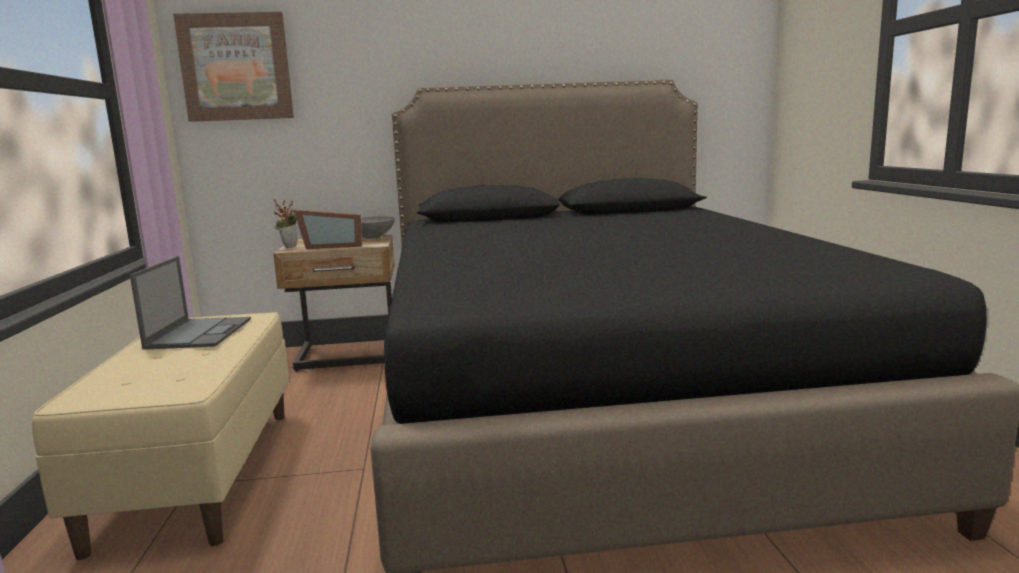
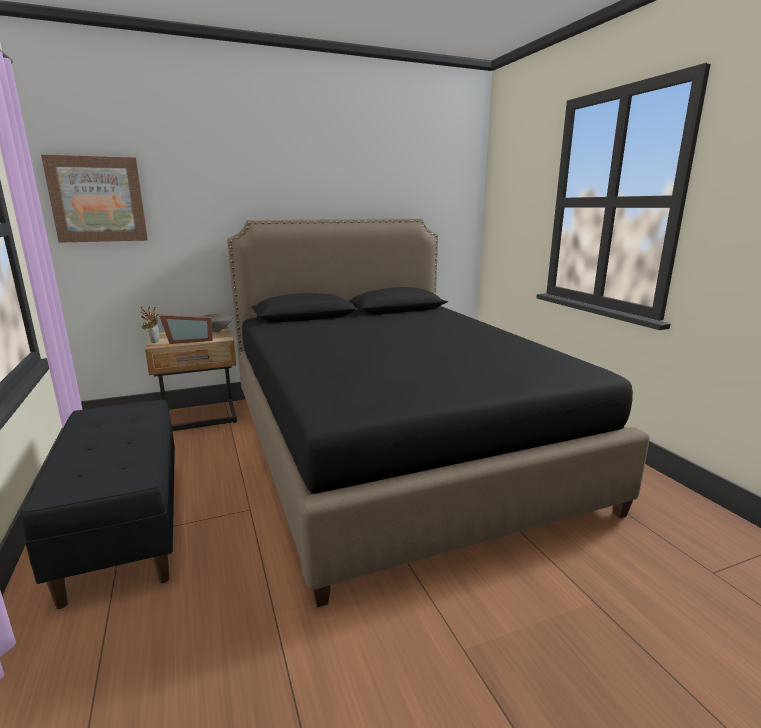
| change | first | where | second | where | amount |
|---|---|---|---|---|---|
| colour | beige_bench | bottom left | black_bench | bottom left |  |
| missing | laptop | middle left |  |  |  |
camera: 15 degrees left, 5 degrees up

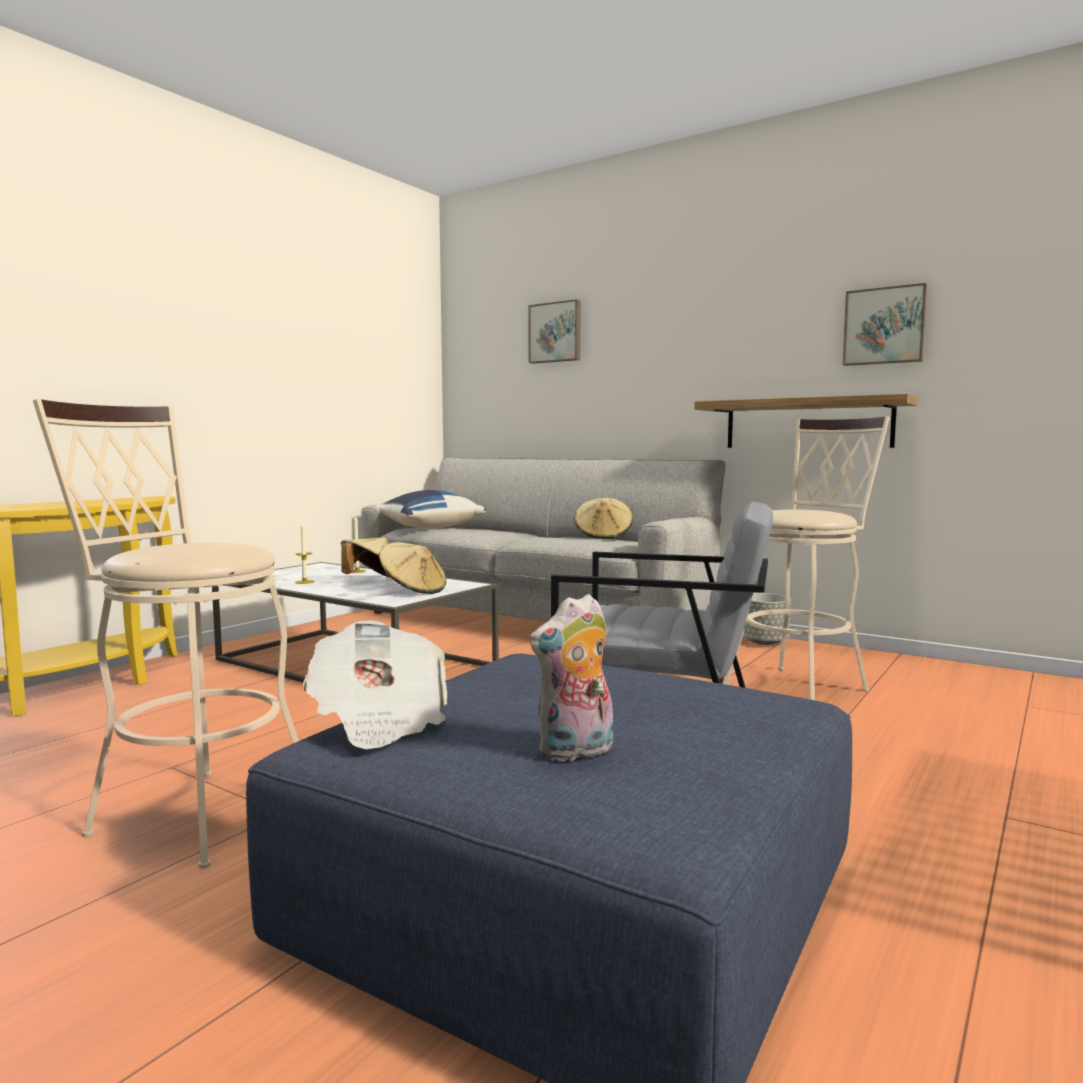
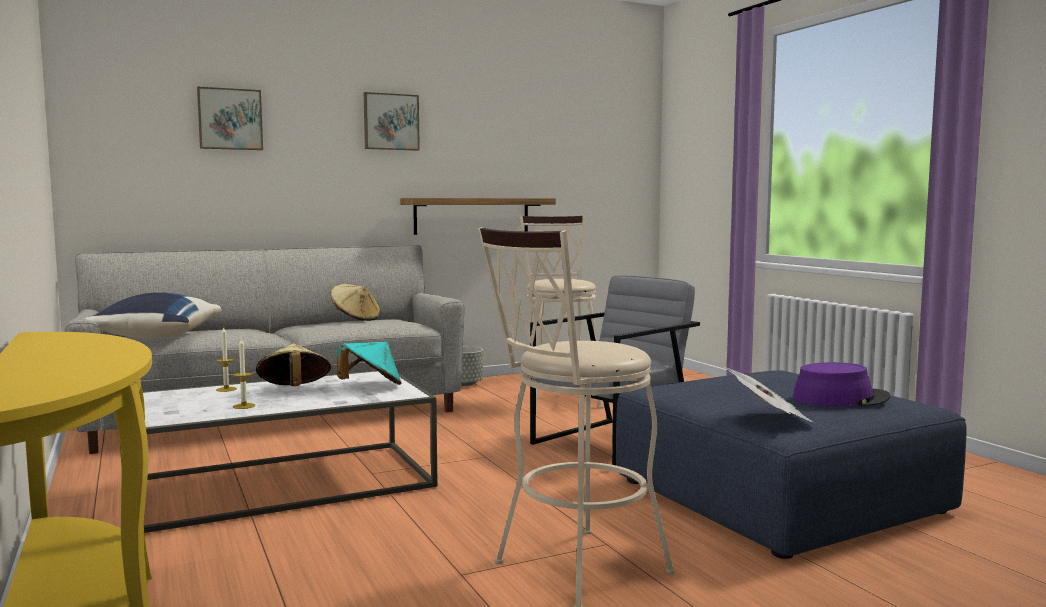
| change | first | where | second | where | amount |
|---|---|---|---|---|---|
| colour | beige_hat (no. 2 from left) | centre | turquoise_hat | centre |  |
| exchanged | plush_toy | centre | purple_hat | middle right |  |
| relocated | picture (no. 2 from left) | top right |  | top centre |  |
camera: 60 degrees left, 0 degrees up

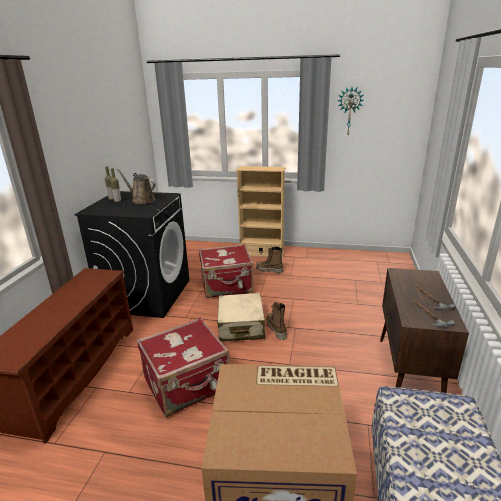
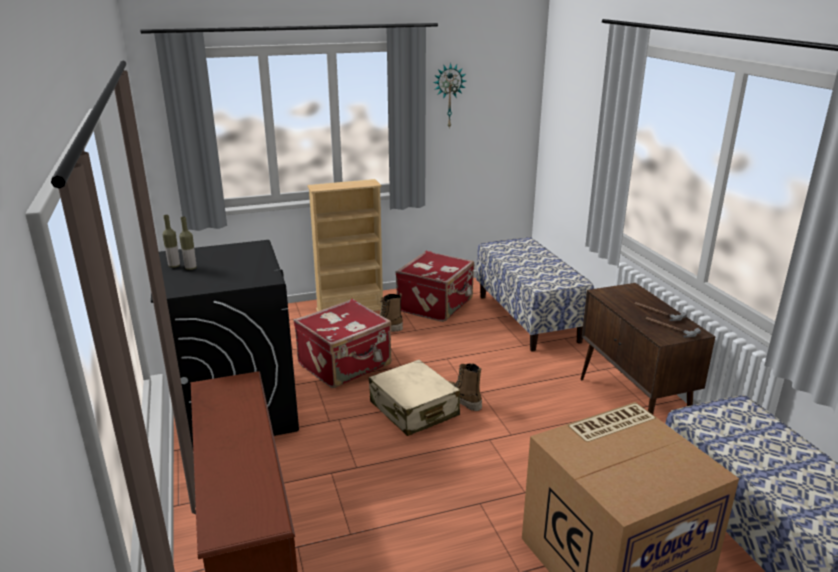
| change | first | where | second | where | amount |
|---|---|---|---|---|---|
| missing | brown_watering_can | middle left |  |  |  |
| relocated | red_suitcase (no. 1 from left in the first image) | bottom centre | red_suitcase (no. 2 from left) | centre |  |
| appeared |  |  | bench (no. 1 from left) | centre |  |
camera: 30 degrees left, 0 degrees up

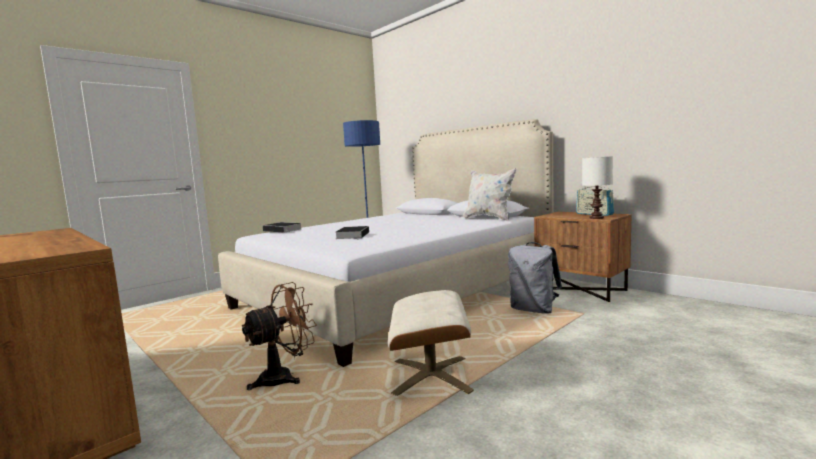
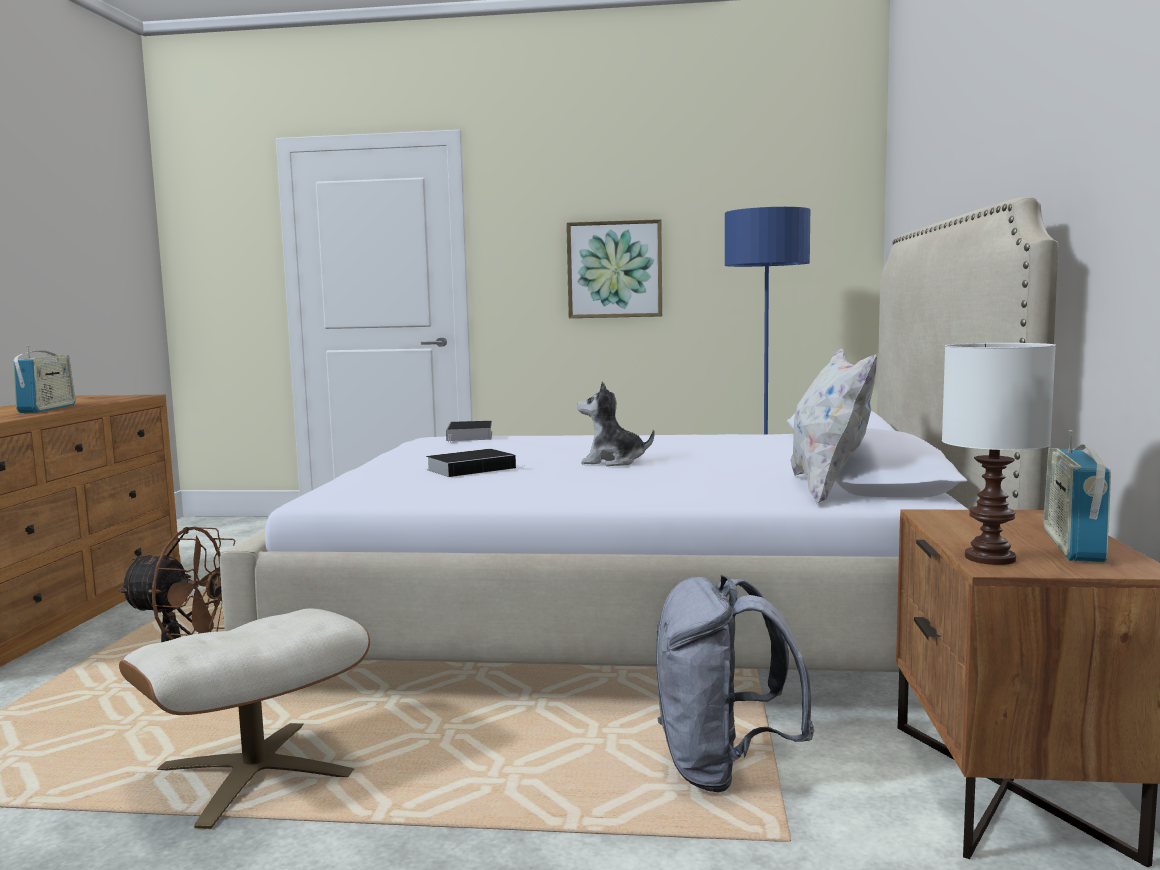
| change | first | where | second | where | amount |
|---|---|---|---|---|---|
| appeared |  |  | radio (no. 1 from left) | middle left |  |
| appeared |  |  | picture | top centre |  |
| appeared |  |  | plush_toy | centre |  |
camera: 50 degrees right, 0 degrees up

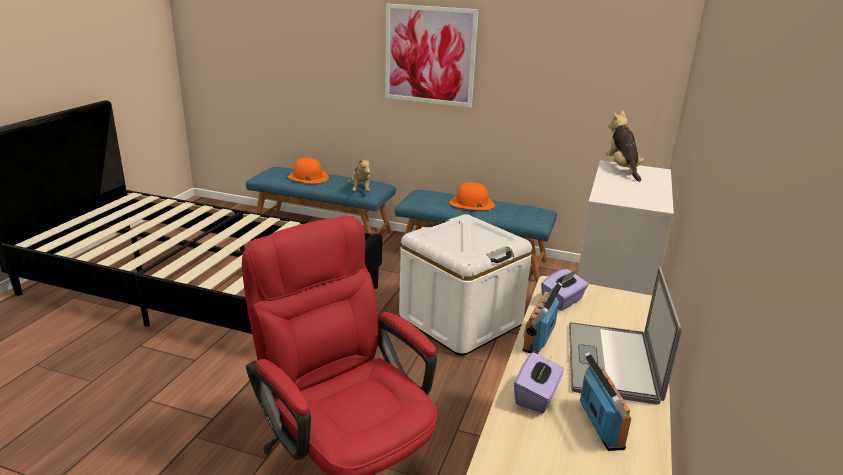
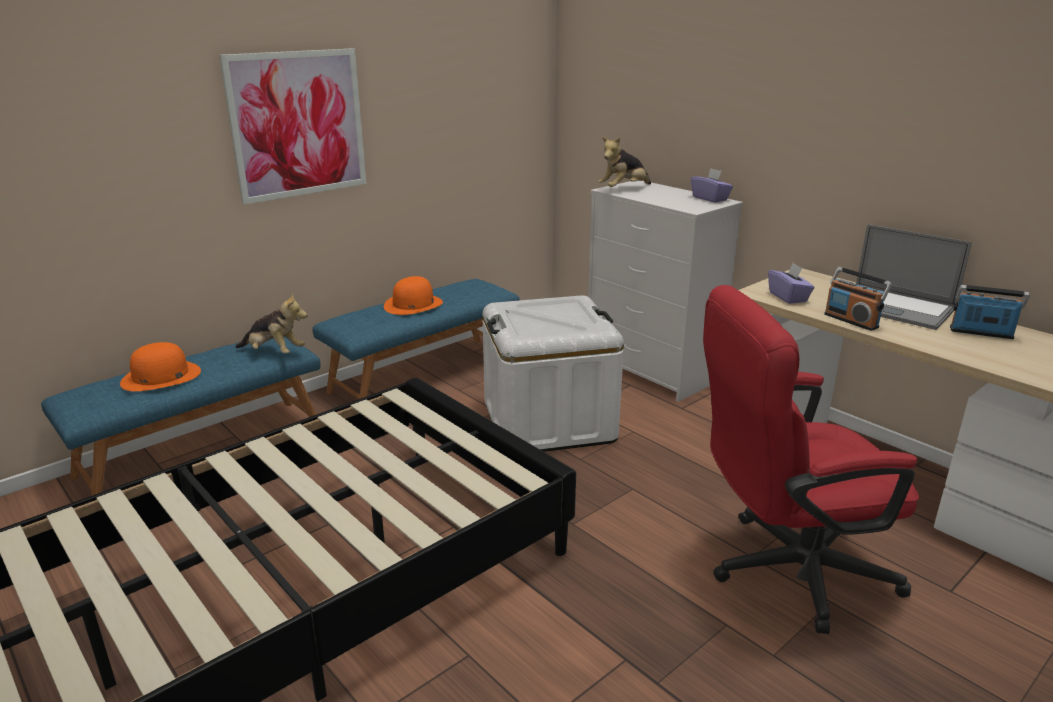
| change | first | where | second | where | amount |
|---|---|---|---|---|---|
| relocated | purple_tissue_box (no. 1 from left) | bottom centre |  | top right |  |
| spun | plush_toy (no. 2 from left) | top right |  | top centre | 60 degrees counterclockwise |
camera: 60 degrees left, 0 degrees up

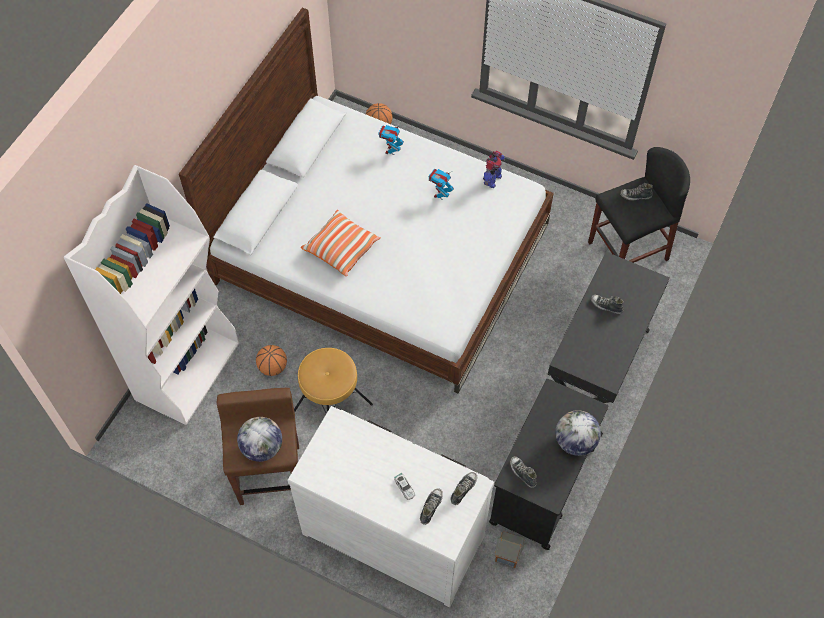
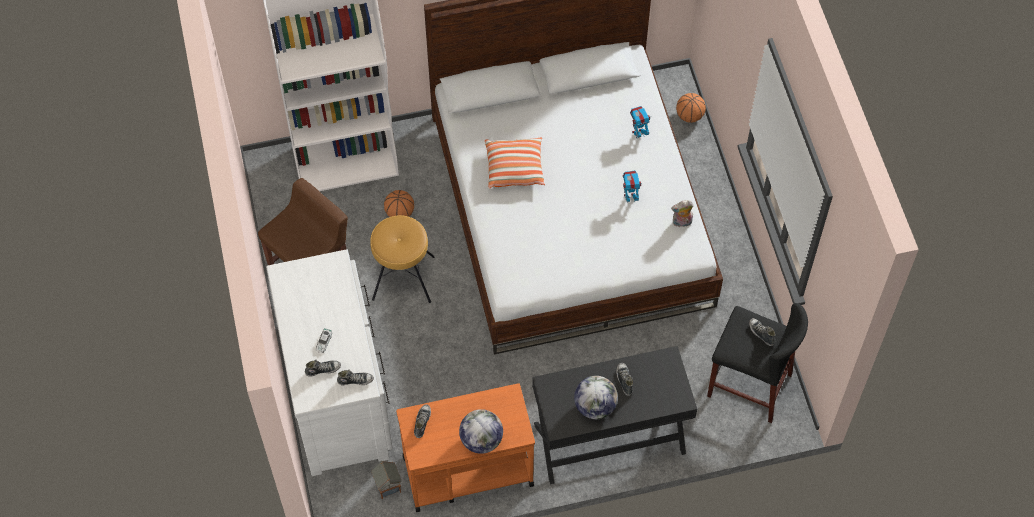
| change | first | where | second | where | amount |
|---|---|---|---|---|---|
| relocated | globe (no. 1 from left in the first image) | bottom left | globe (no. 2 from left) | bottom centre |  |
| exchanged | toy_robot (no. 3 from left) | top centre | plush_toy | centre |  |
| colour | black_cart | bottom centre | orange_cart | bottom centre |  |
camera: 50 degrees right, 0 degrees up

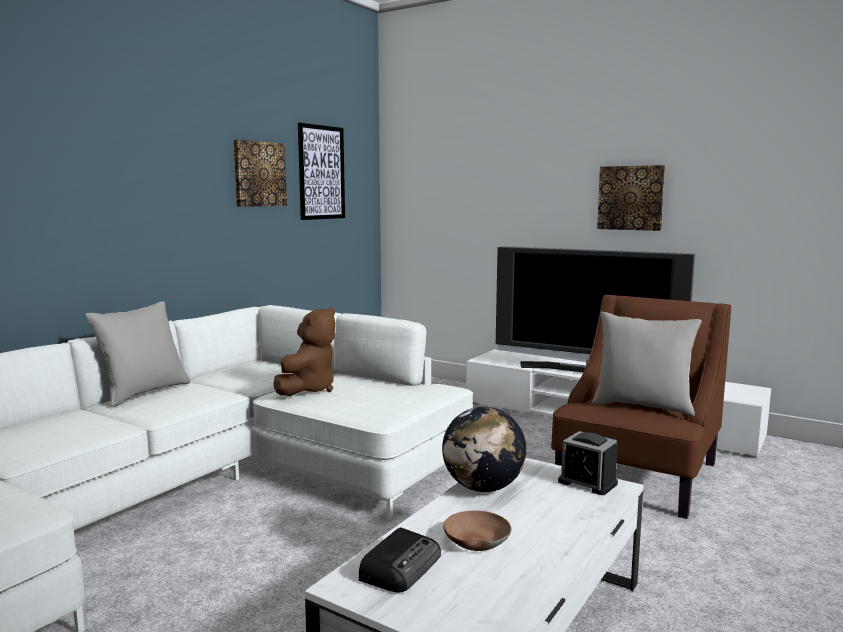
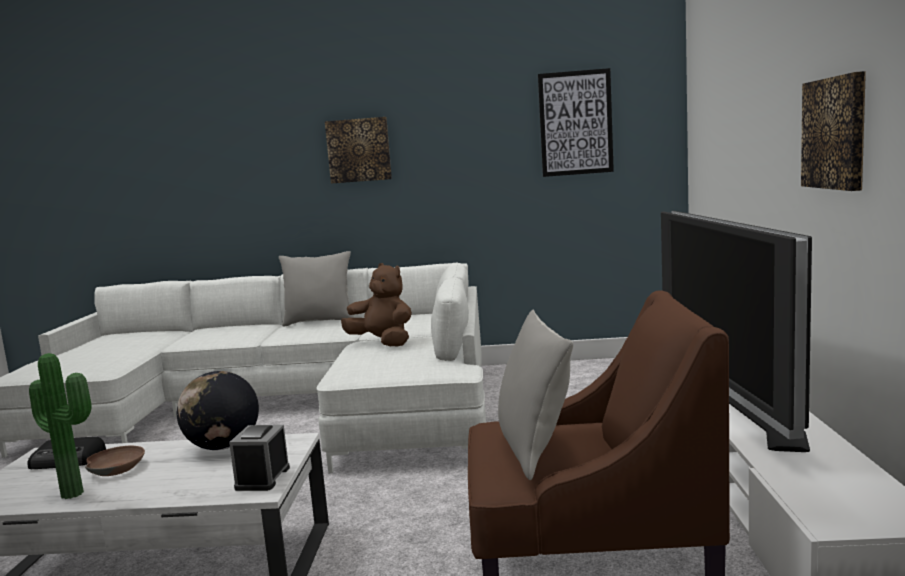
| change | first | where | second | where | amount |
|---|---|---|---|---|---|
| relocated | picture (no. 1 from left) | top left |  | top centre |  |
| spun | brown_plush_toy | centre |  | centre | 135 degrees counterclockwise |
| appeared |  |  | potted_plant | bottom left |  |
camera: 60 degrees right, 0 degrees up

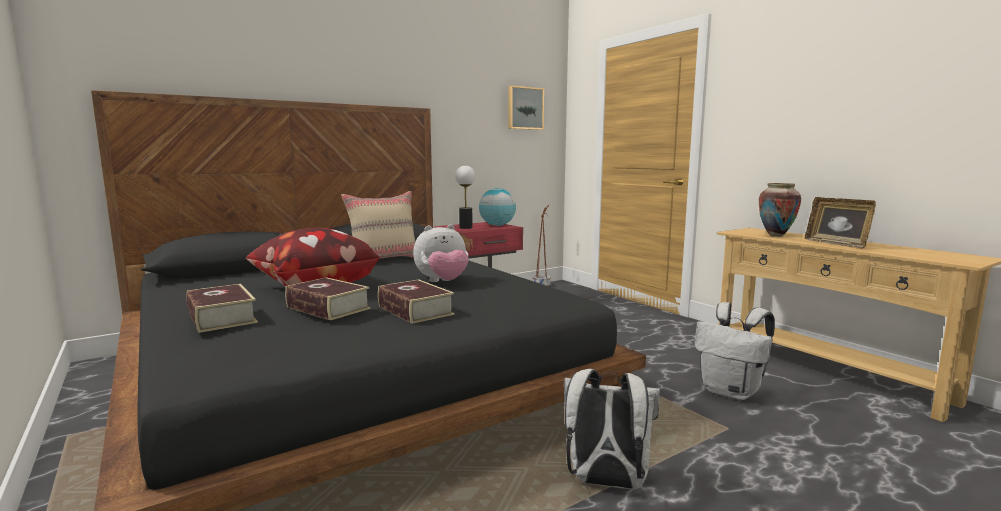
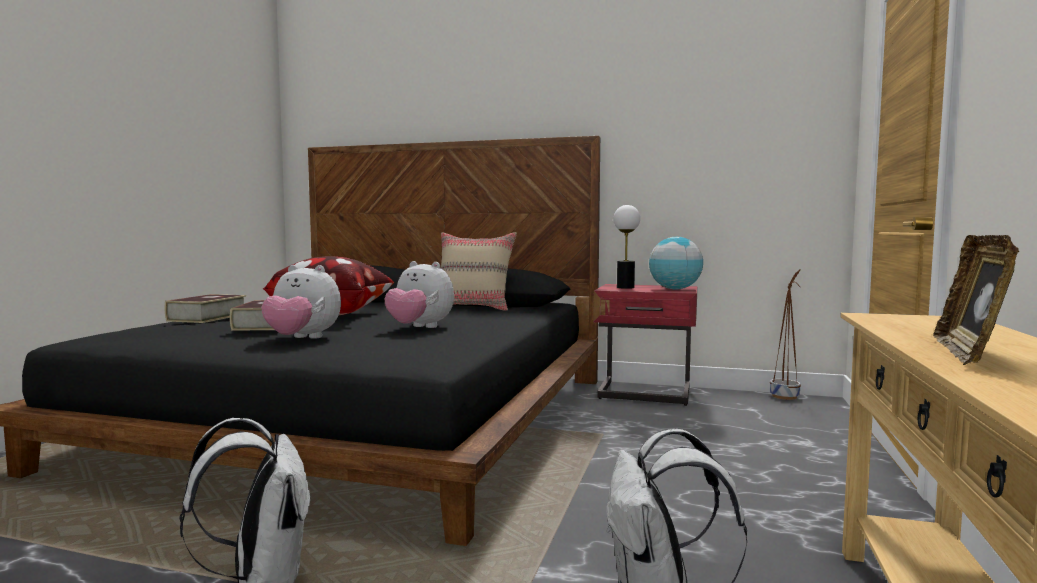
| change | first | where | second | where | amount |
|---|---|---|---|---|---|
| exchanged | book (no. 3 from left) | centre | plush_toy (no. 1 from left) | middle left |  |
| missing | picture | top centre |  |  |  |
| missing | vase | middle right |  |  |  |
camera: 50 degrees right, 5 degrees down

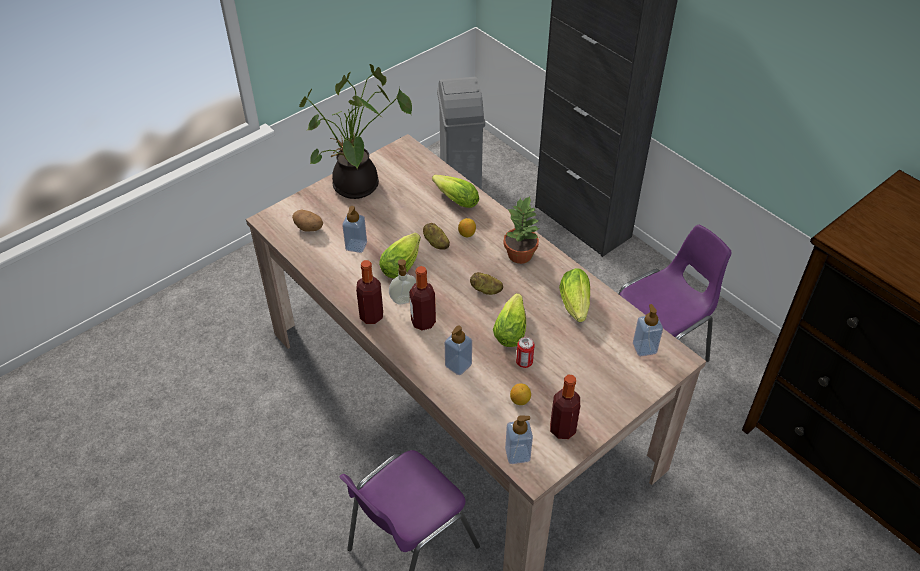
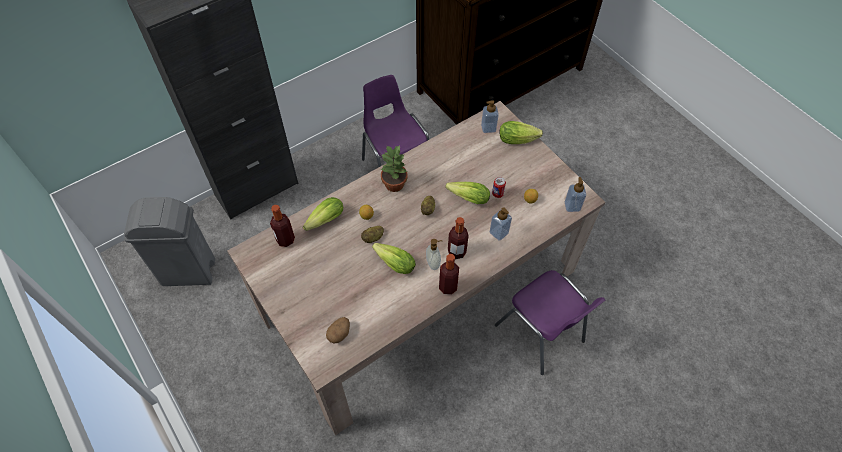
| change | first | where | second | where | amount |
|---|---|---|---|---|---|
| missing | potted_plant (no. 1 from left) | top centre |  |  |  |
| missing | soap_dispenser (no. 1 from left) | centre |  |  |  |
| relocated | bottle (no. 3 from left in the first image) | bottom centre | bottle (no. 1 from left) | centre |  |
| relocated | lettuce (no. 4 from left) | centre |  | top centre |  |
camera: 85 degrees left, 10 degrees up

